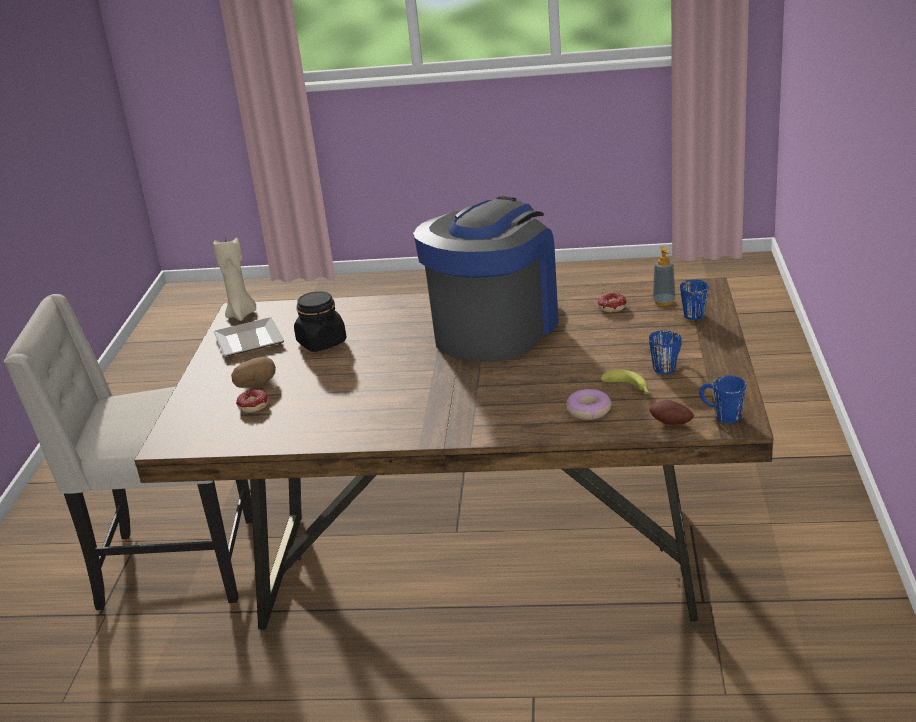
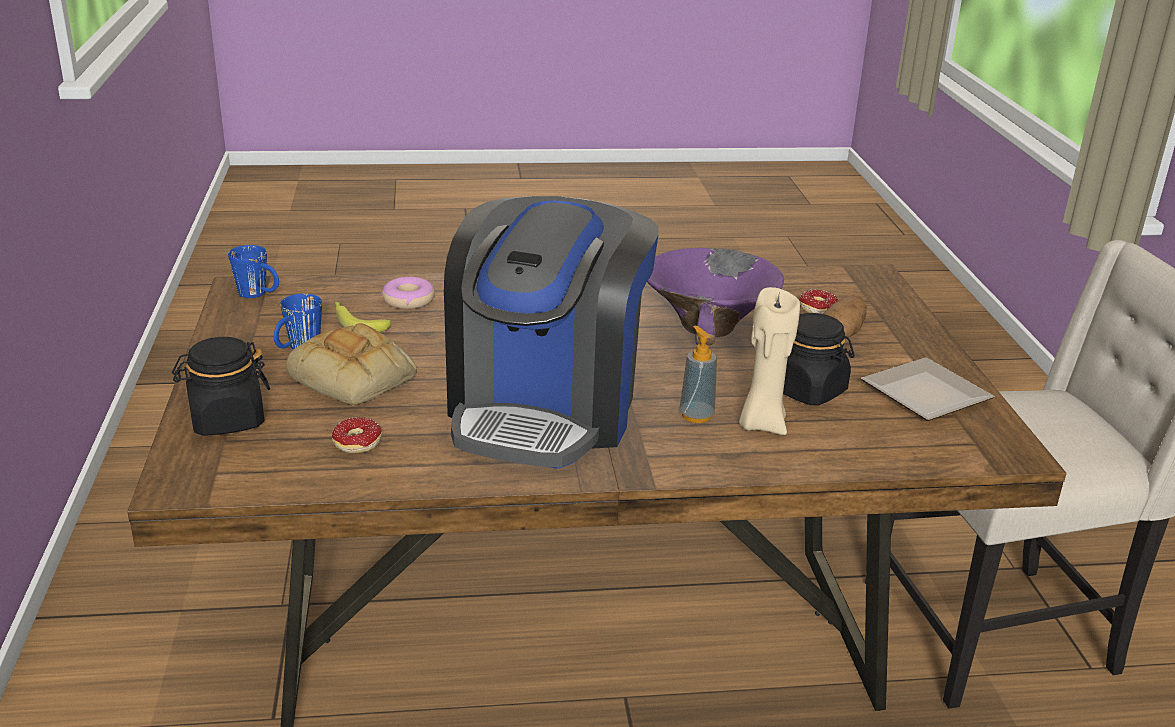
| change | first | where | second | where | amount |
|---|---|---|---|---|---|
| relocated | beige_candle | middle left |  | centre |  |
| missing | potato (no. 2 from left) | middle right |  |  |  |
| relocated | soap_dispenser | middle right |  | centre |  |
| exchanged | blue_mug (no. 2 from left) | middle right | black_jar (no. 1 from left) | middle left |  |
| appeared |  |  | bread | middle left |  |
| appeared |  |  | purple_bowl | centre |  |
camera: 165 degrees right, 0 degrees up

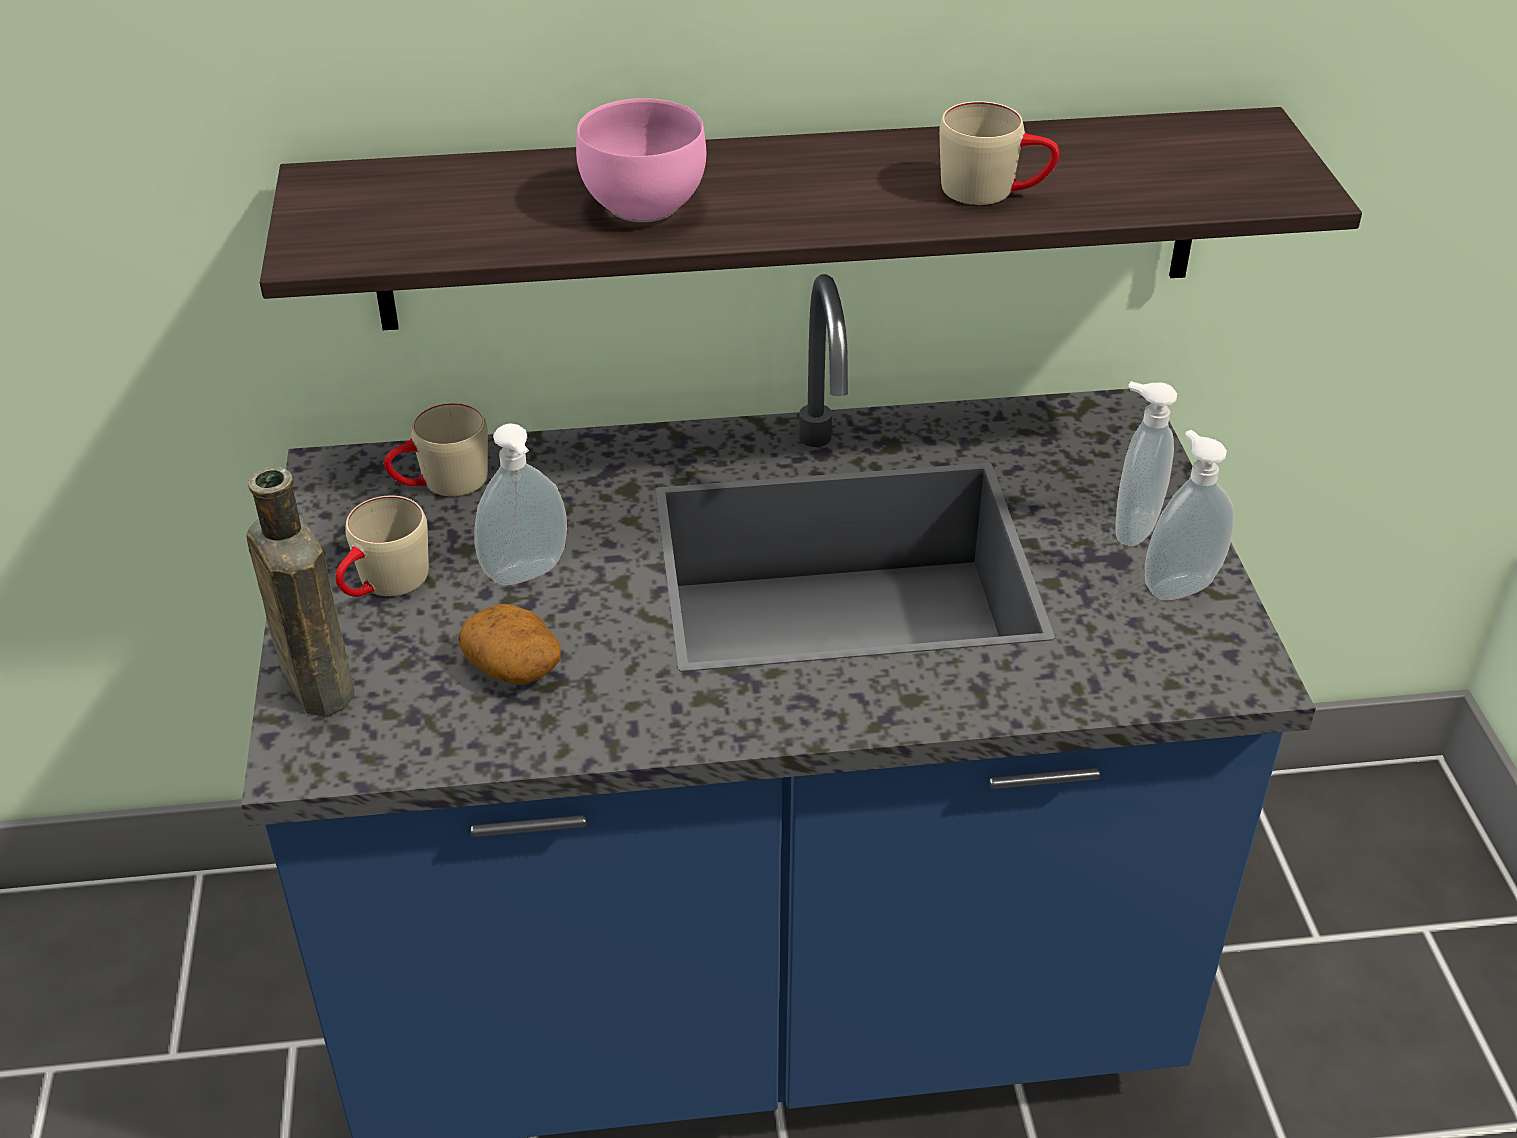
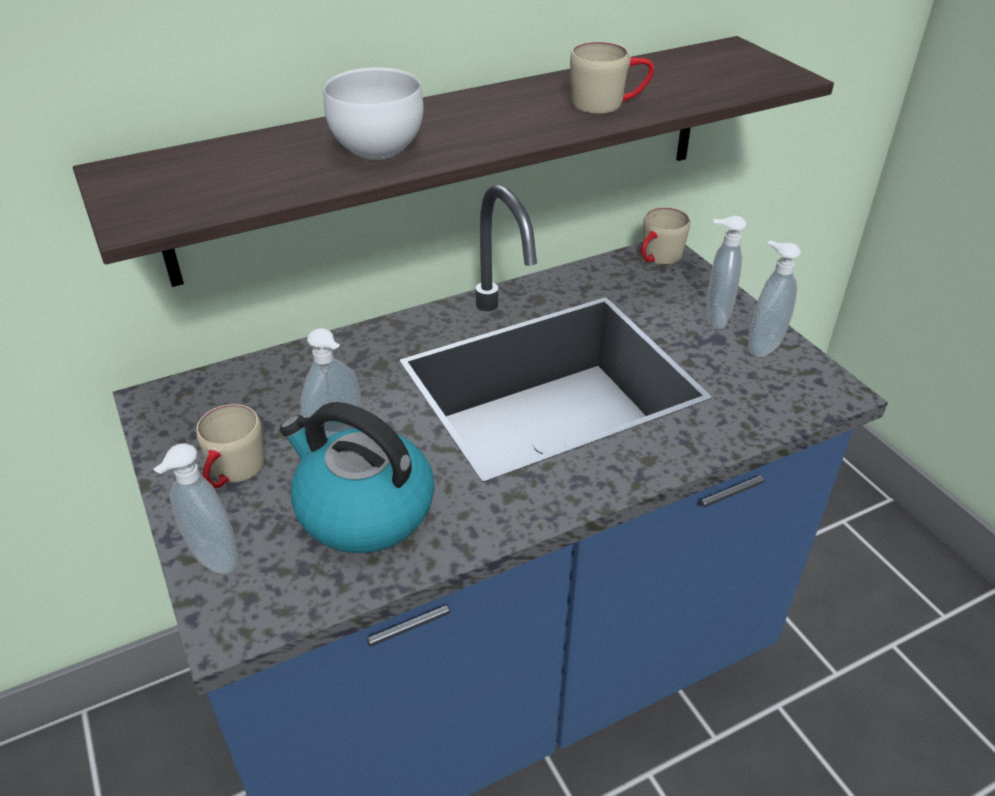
| change | first | where | second | where | amount |
|---|---|---|---|---|---|
| exchanged | brown_bottle | middle left | soap_dispenser (no. 1 from left) | middle left |  |
| relocated | beige_mug (no. 2 from left in the first image) | middle left | beige_mug (no. 3 from left) | top right |  |
| exchanged | potato | centre | kettle | centre |  |
| colour | pink_bowl | top centre | white_bowl | top centre |  |
camera: 20 degrees left, 0 degrees up

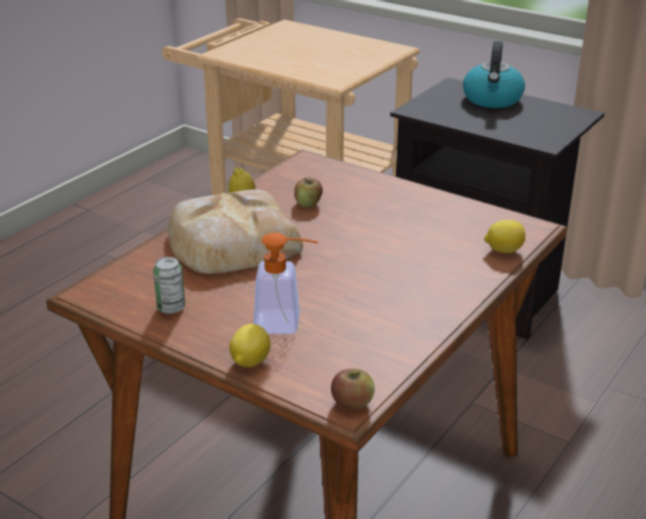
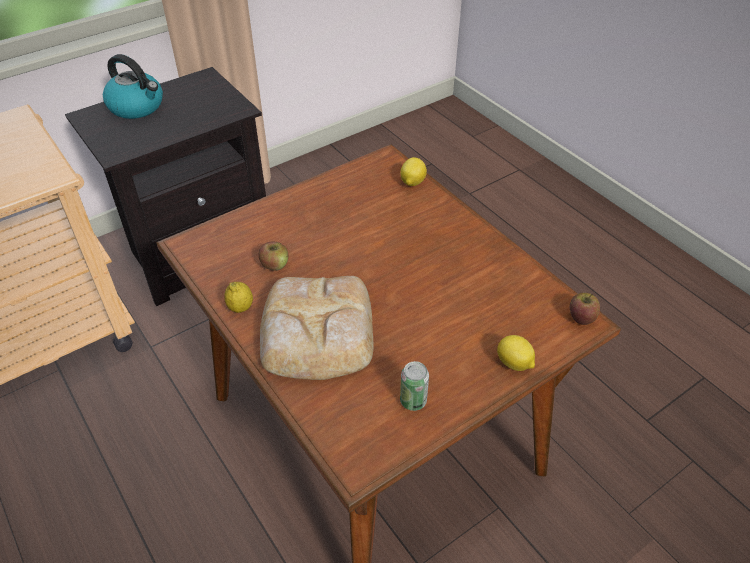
| change | first | where | second | where | amount |
|---|---|---|---|---|---|
| missing | soap_dispenser | centre |  |  |  |
camera: 70 degrees left, 15 degrees up

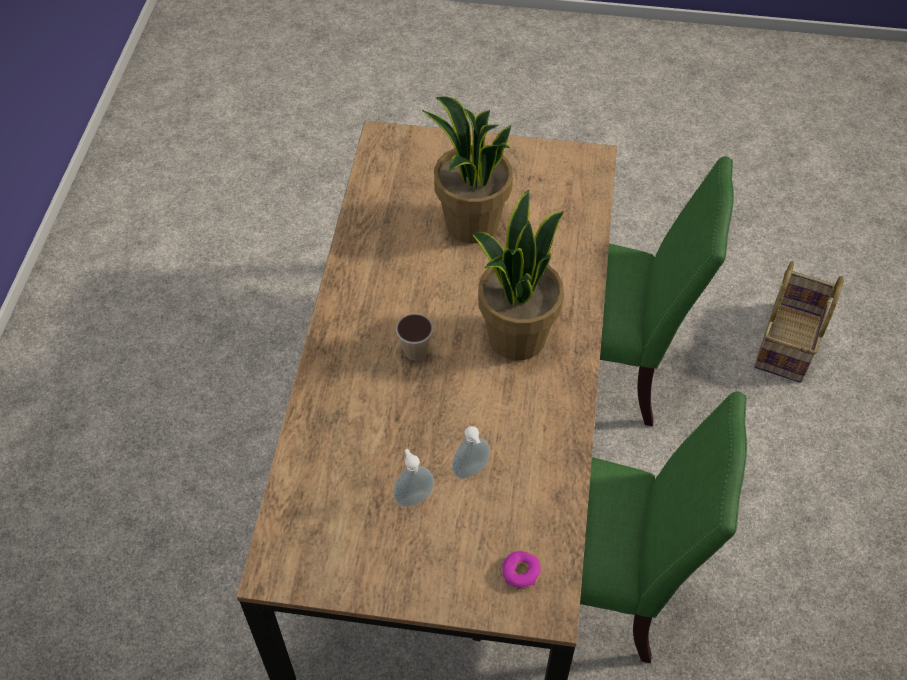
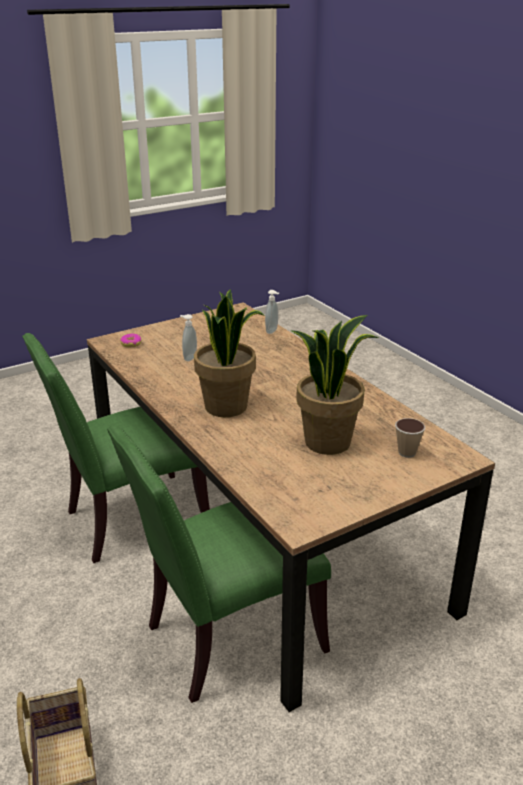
| change | first | where | second | where | amount |
|---|---|---|---|---|---|
| relocated | soap_dispenser (no. 1 from left in the first image) | bottom centre | soap_dispenser (no. 2 from left) | centre |  |
| relocated | cup | centre |  | middle right |  |
camera: 140 degrees right, 25 degrees down

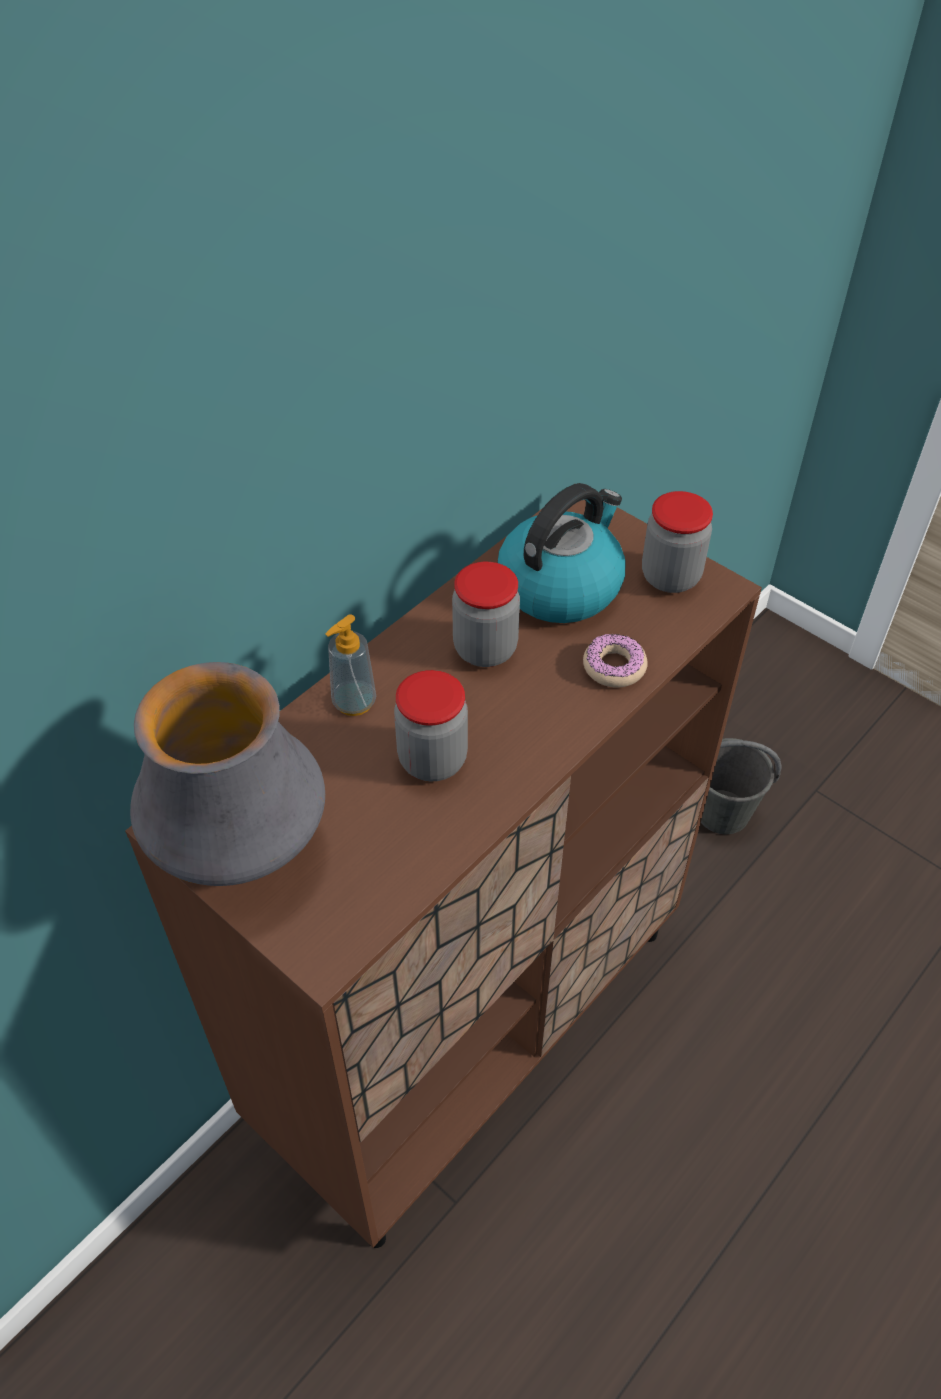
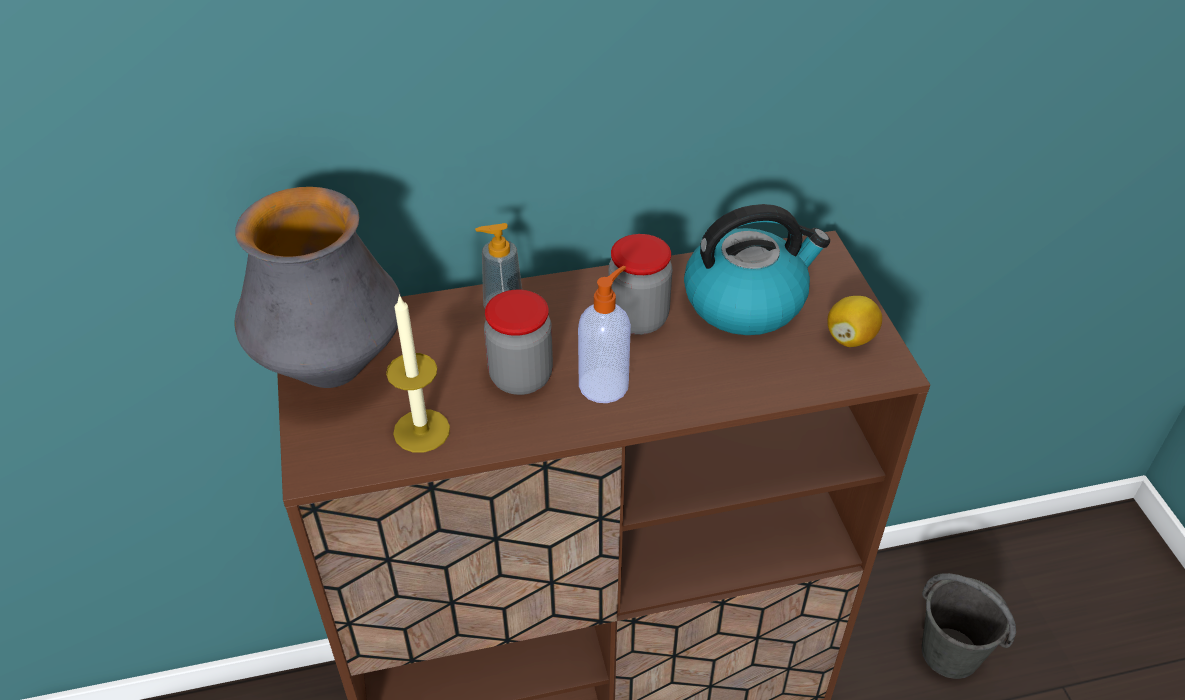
| change | first | where | second | where | amount |
|---|---|---|---|---|---|
| missing | donut | centre |  |  |  |
| exchanged | jar (no. 3 from left) | middle right | lemon | middle right |  |
| appeared |  |  | candle | centre |  |
| appeared |  |  | soap_dispenser (no. 2 from left) | centre |  |
camera: 35 degrees right, 5 degrees down

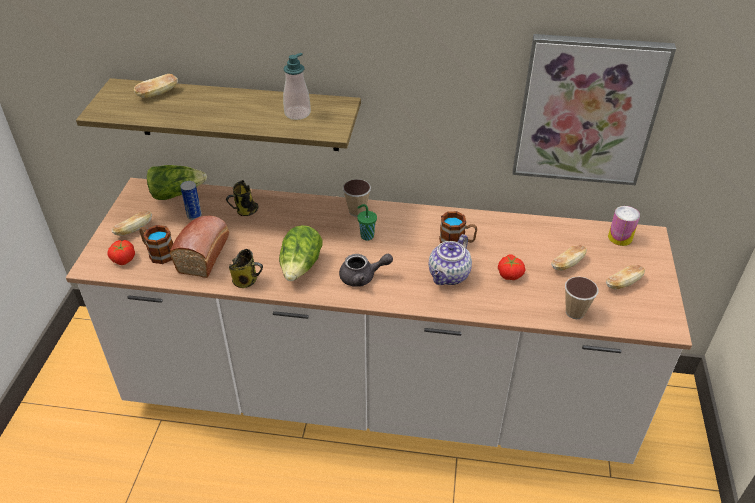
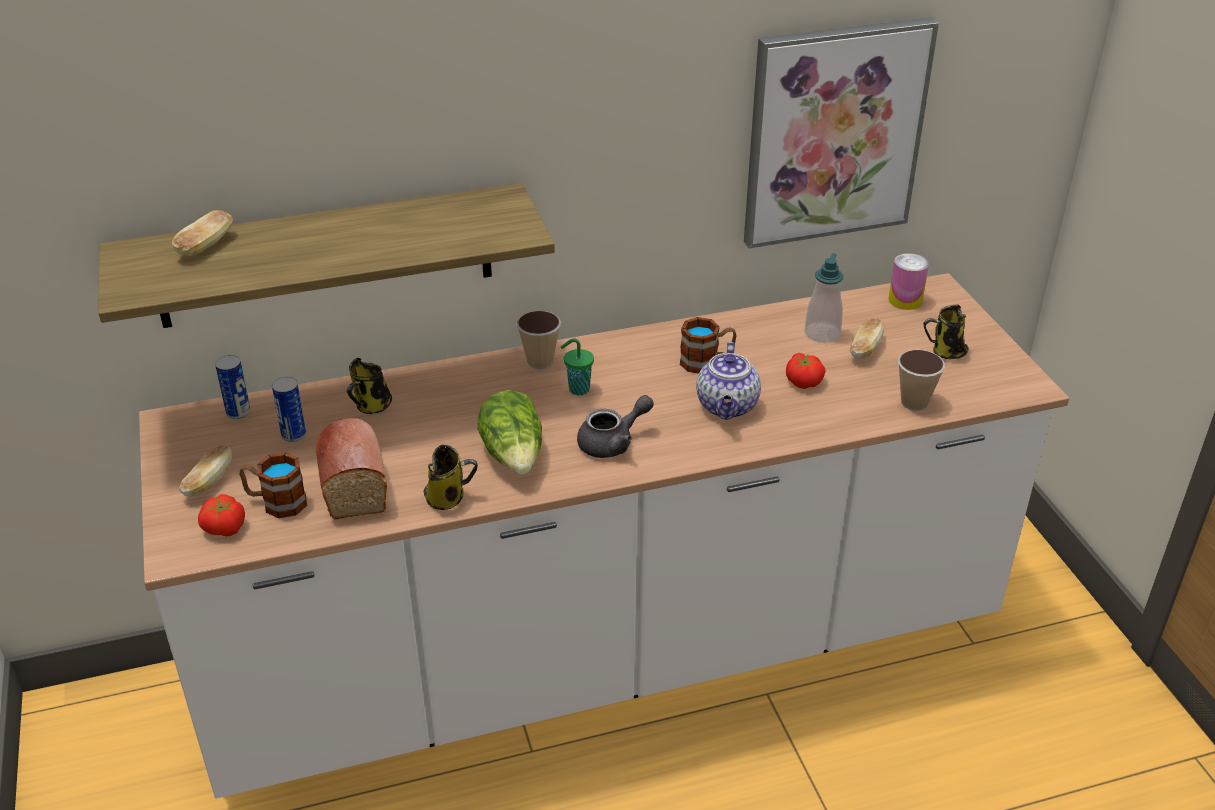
| change | first | where | second | where | amount |
|---|---|---|---|---|---|
| exchanged | lettuce (no. 1 from left) | middle left | can (no. 1 from left) | middle left |  |
| relocated | soap_dispenser | top centre |  | middle right |  |
| exchanged | bread (no. 5 from left) | middle right | mug (no. 5 from left) | middle right |  |
camera: 25 degrees left, 5 degrees down

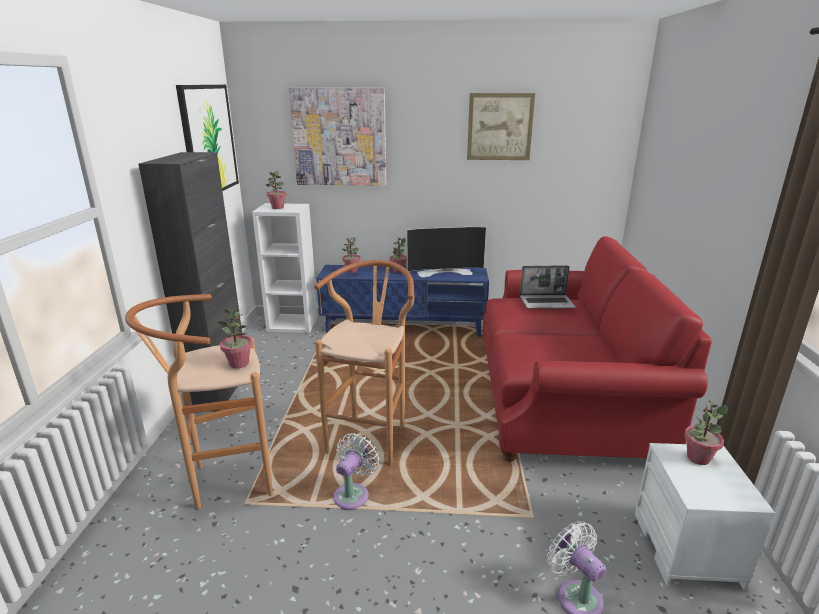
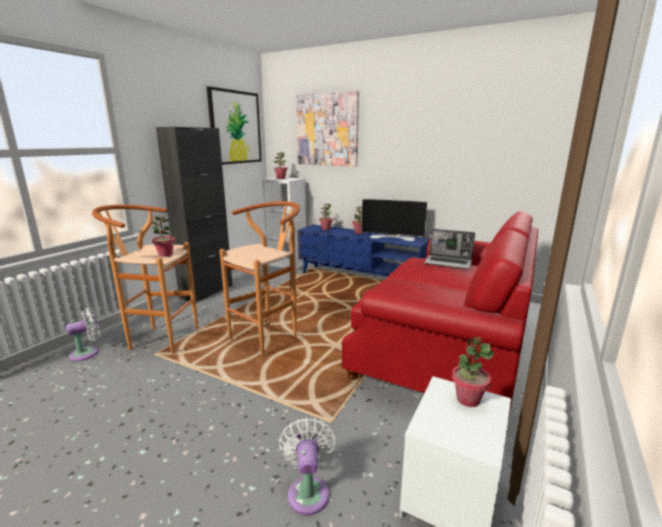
| change | first | where | second | where | amount |
|---|---|---|---|---|---|
| relocated | white_fan (no. 1 from left) | bottom centre |  | middle left |  |
| missing | picture (no. 3 from left) | top centre |  |  |  |
camera: 25 degrees right, 5 degrees down

